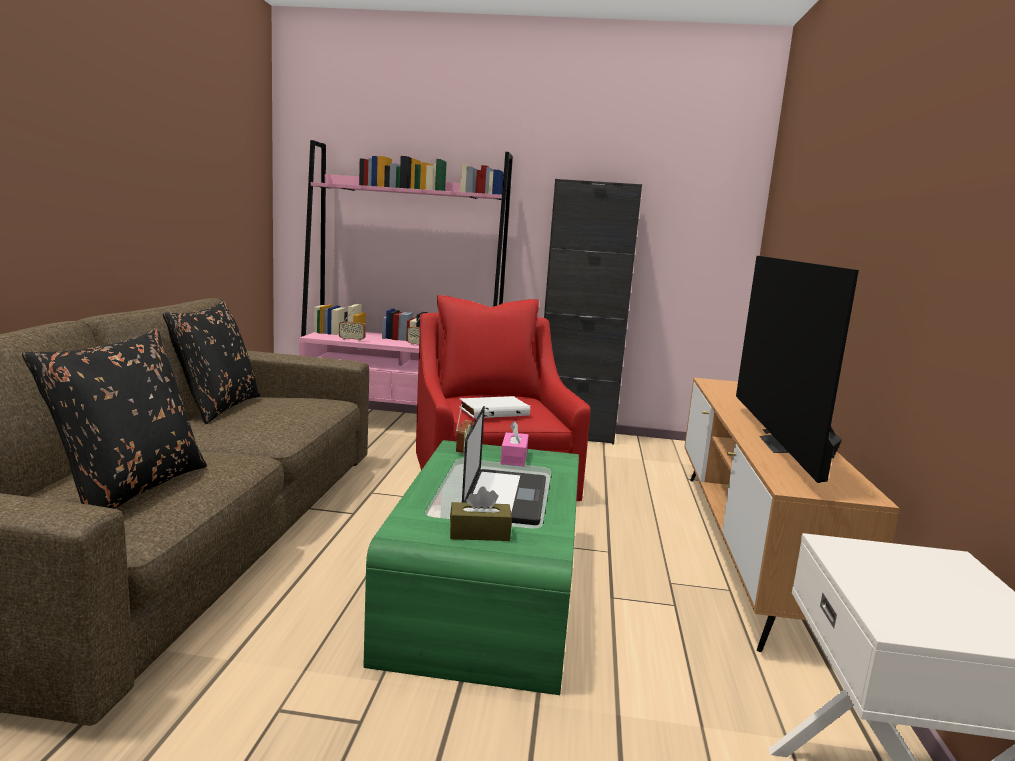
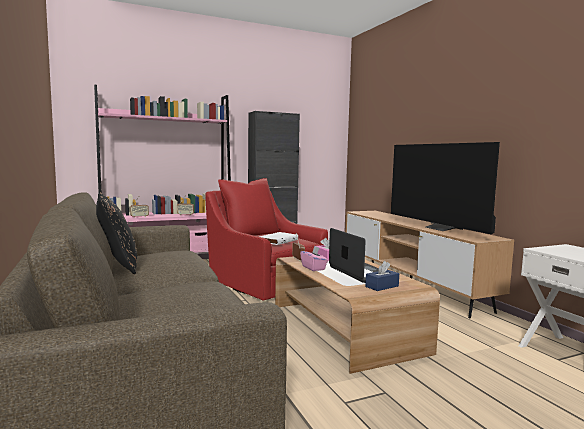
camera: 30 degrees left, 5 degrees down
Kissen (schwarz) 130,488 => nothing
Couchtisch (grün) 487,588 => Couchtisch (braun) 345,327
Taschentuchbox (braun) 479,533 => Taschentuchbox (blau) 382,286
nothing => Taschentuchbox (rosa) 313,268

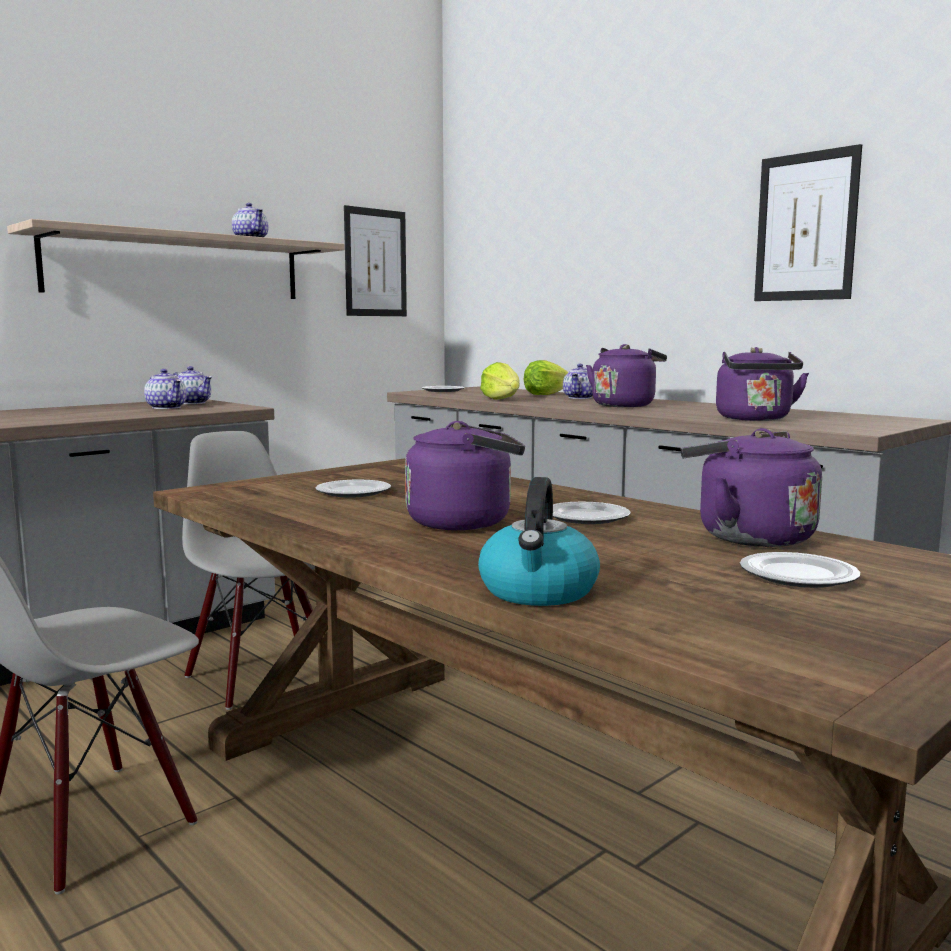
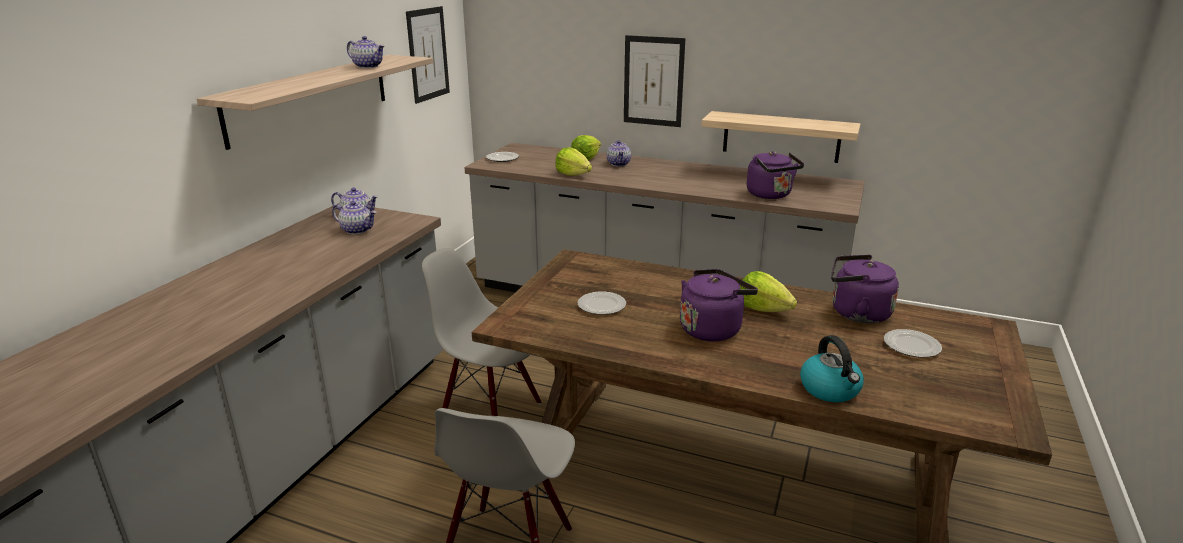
camera: 25 degrees left, 15 degrees up
Bild 806,227 => Bild 653,81, shifted
Wasserkessel (lila) 624,405 => nothing
Teller 586,517 => Salatkopf 763,309
nothing => Wandregal 781,137

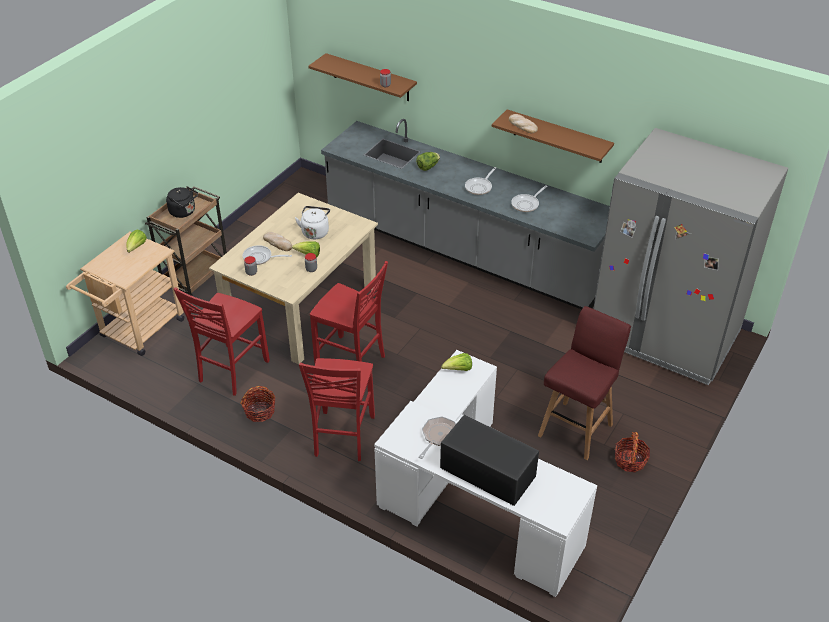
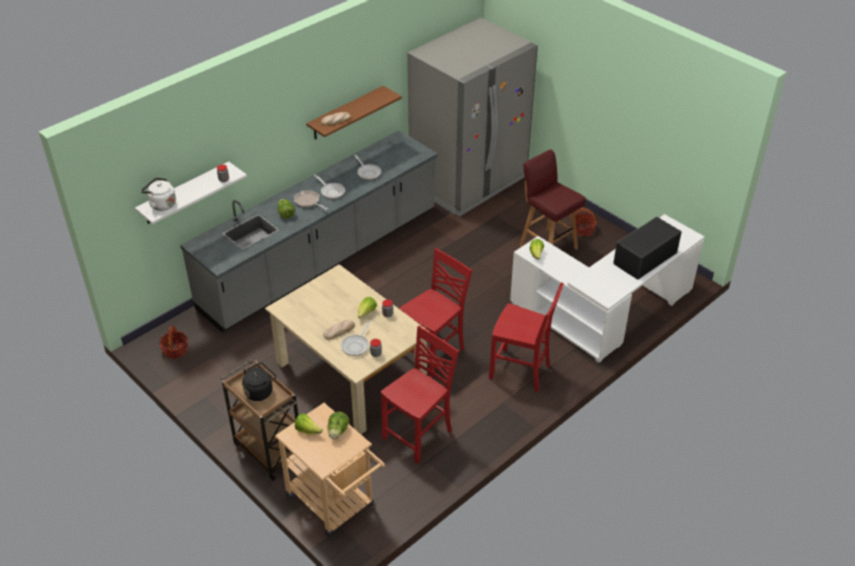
camera: 75 degrees left, 0 degrees up
Wandregal (braun) 370,77 => Wandregal (weiß) 184,193
Wasserkessel (weiß) 315,232 => Wasserkessel (weiß) 161,204, shifted
Stuhl (rot) 231,371 => Stuhl (rot) 419,435, 90 degrees counterclockwise
Korb 260,411 => Korb 175,350, shifted
Pfanne 438,436 => Pfanne 308,202, shifted
nothing => Salatkopf 338,431

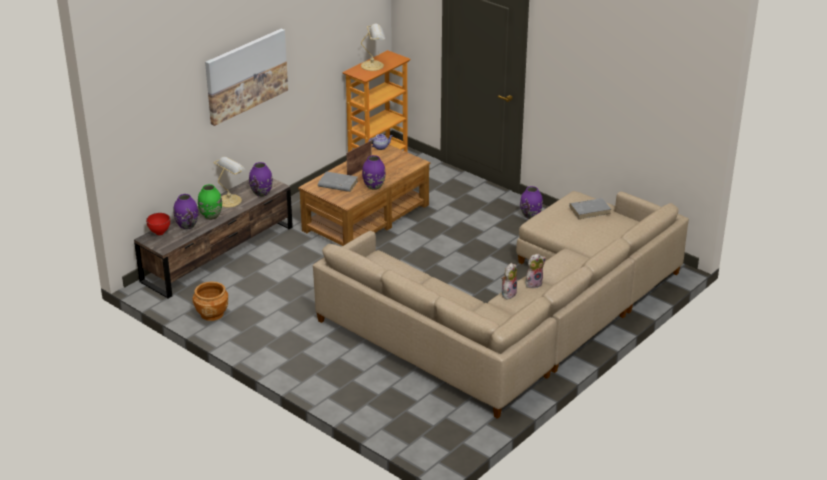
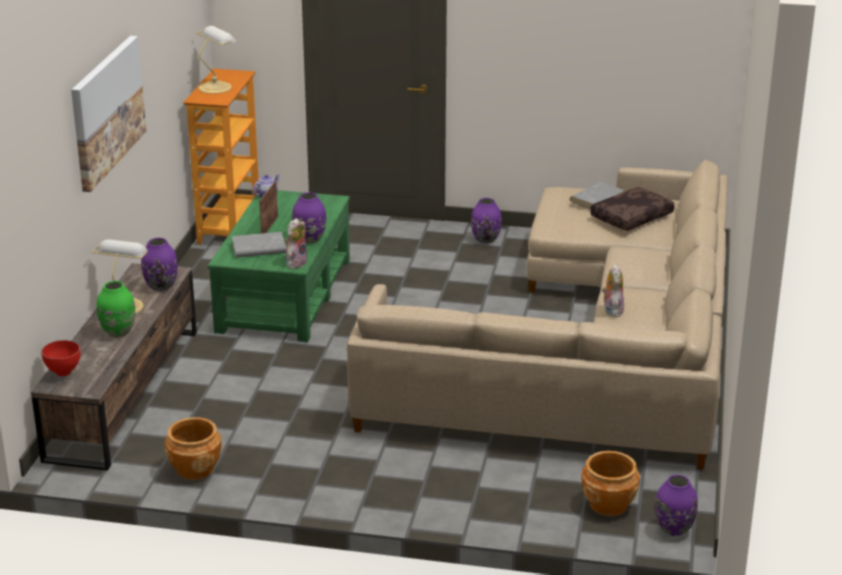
camera: 30 degrees left, 5 degrees down
Couchtisch (braun) 365,217 => Couchtisch (grün) 283,295
Vase (lila) 187,225 => Vase (lila) 673,529, shifted
Plüschtier 533,283 => Plüschtier 296,263, shifted
nothing => Kissen (braun) 631,217
nothing => Pflanzkübel (braun) 608,504

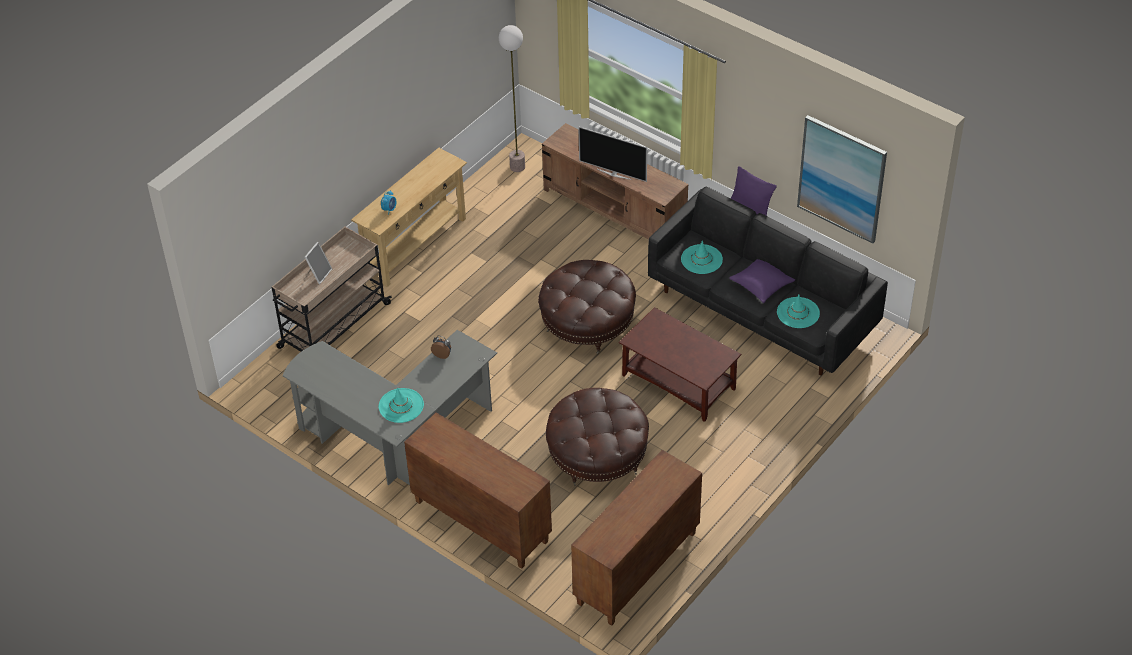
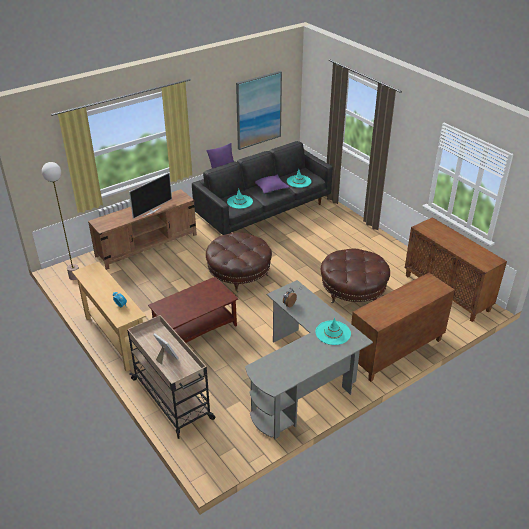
camera: 75 degrees left, 10 degrees down
Couchtisch (braun) 679,382 => Couchtisch (braun) 196,329, shifted

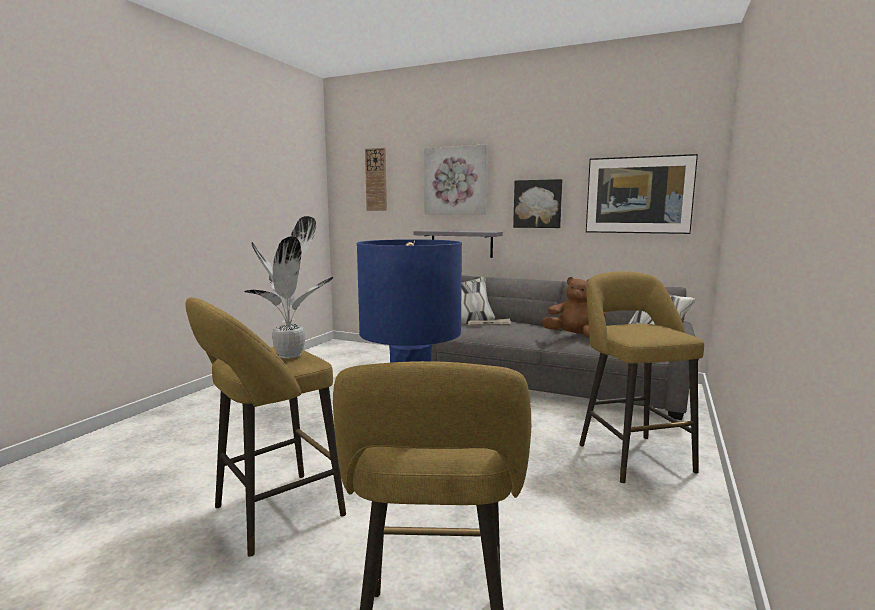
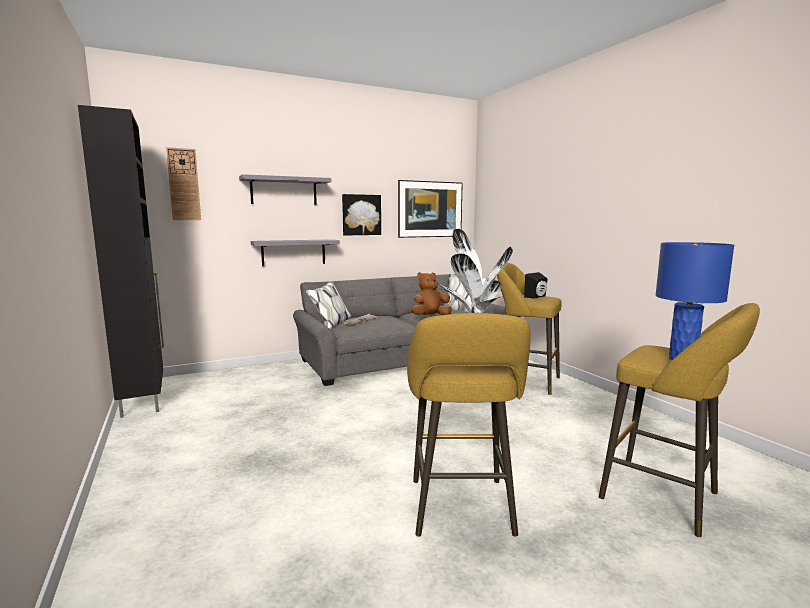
camera: 50 degrees left, 0 degrees up
Bild 455,180 => Wandregal (grau) 284,191
nothing => Schrank (schwarz) 143,400
nothing => Lautsprecher (schwarz) 536,297

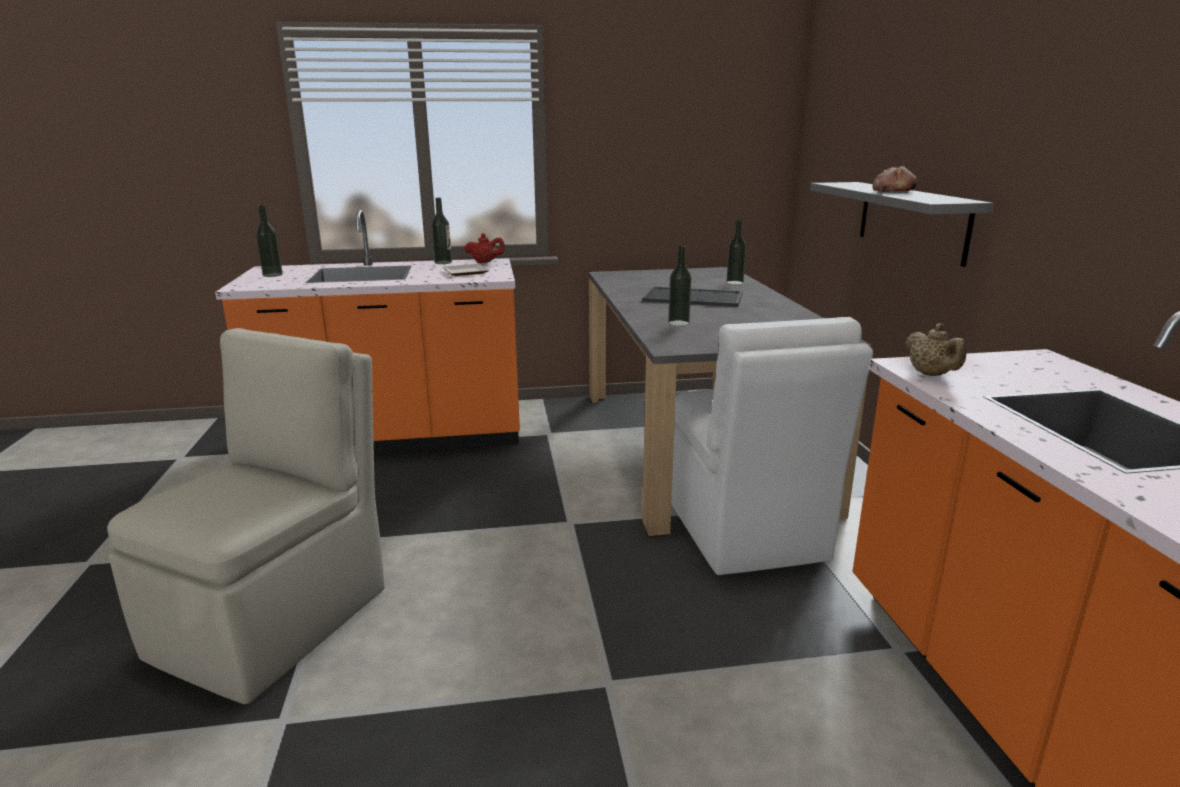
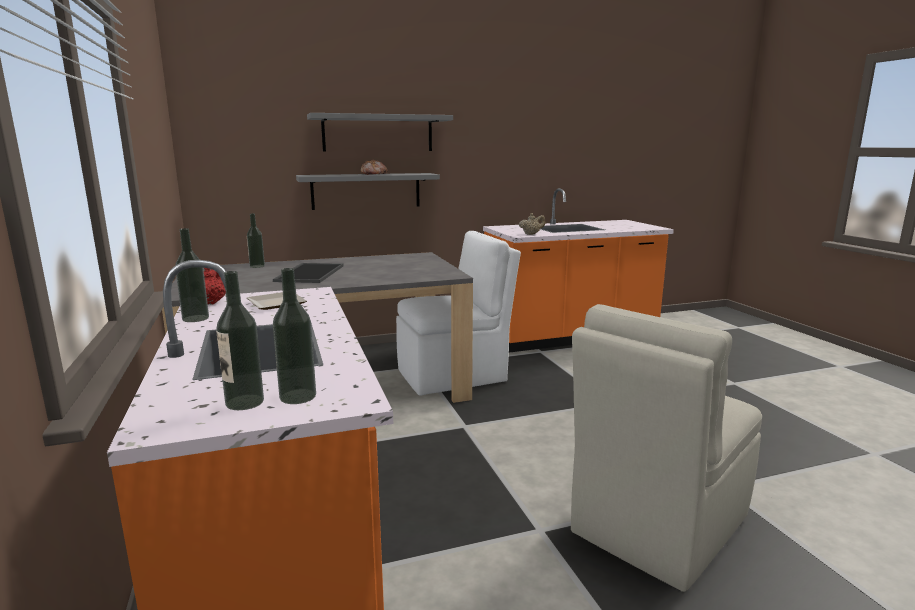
camera: 100 degrees left, 5 degrees down
Flasche 678,323 => Flasche 298,396, shifted
Stuhl (beige) 277,618 => Stuhl (beige) 656,526, 60 degrees counterclockwise
nothing => Wandregal (grau) 378,133

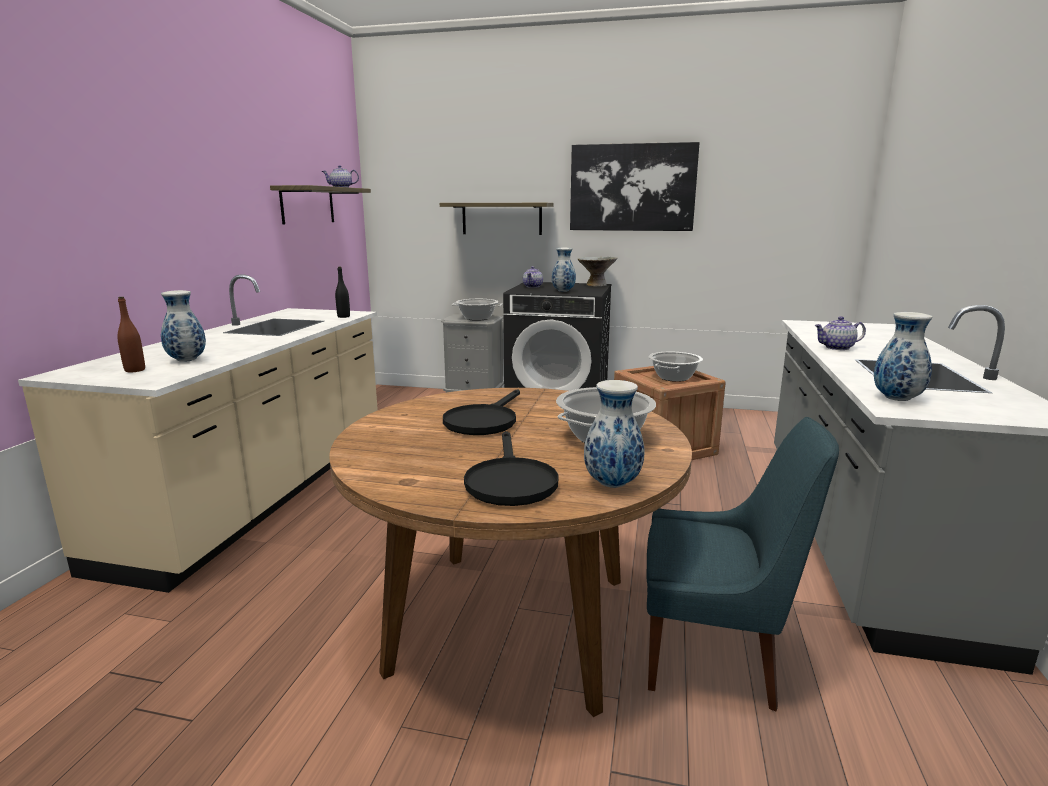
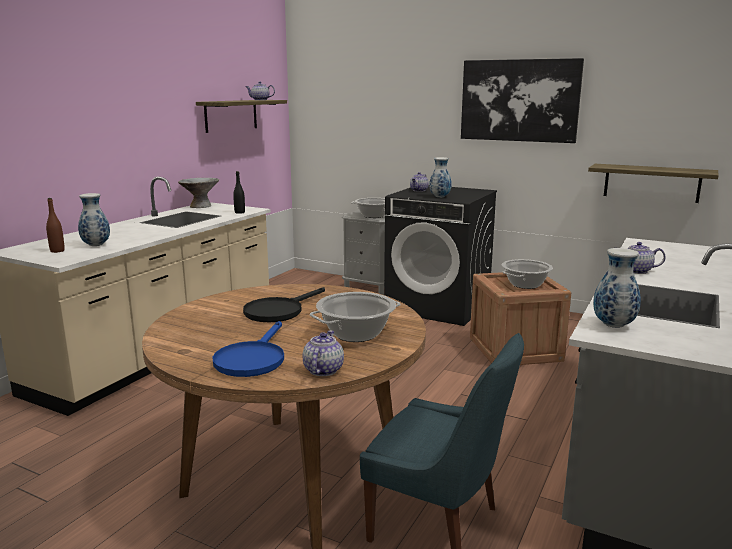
camera: 15 degrees right, 0 degrees up
Wandregal 501,218 => Wandregal 651,183, shifted
Schüssel (grau) 596,285 => Schüssel (grau) 200,206, shifted
Vase 612,484 => Teekanne 323,370
Pfanne (schwarz) 509,481 => Pfanne (blau) 252,359

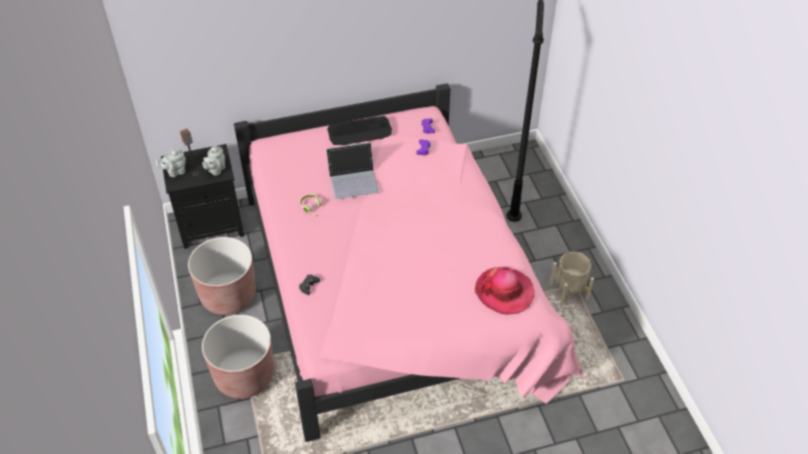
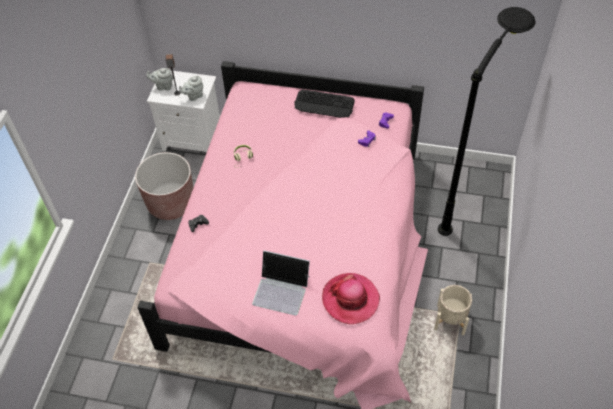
camera: 30 degrees right, 5 degrees up
Laptop 353,180 => Laptop 281,289, shifted
Nachttisch (schwarz) 212,224 => Nachttisch (weiß) 194,139
Pflanzkübel (braun) 244,375 => nothing

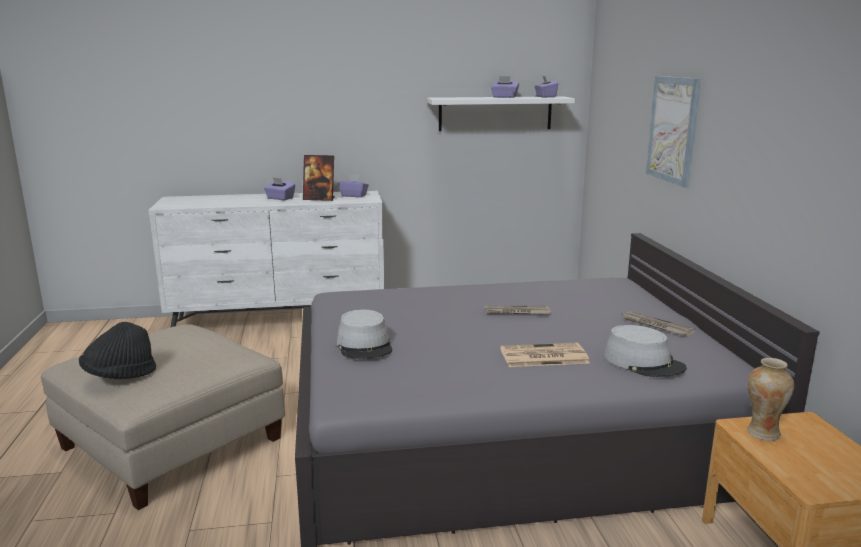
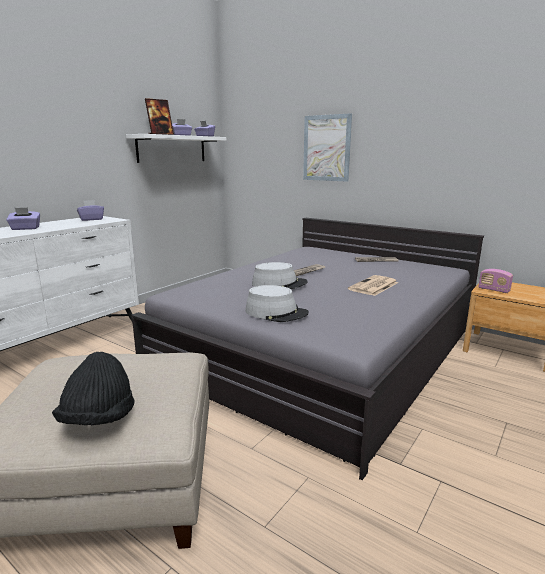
camera: 45 degrees left, 0 degrees up
Bilderrahmen 319,199 => Bilderrahmen 160,134, shifted
Hut (grau) 643,362 => Hut (grau) 279,284, shifted
Vase 762,433 => Radio 493,290

